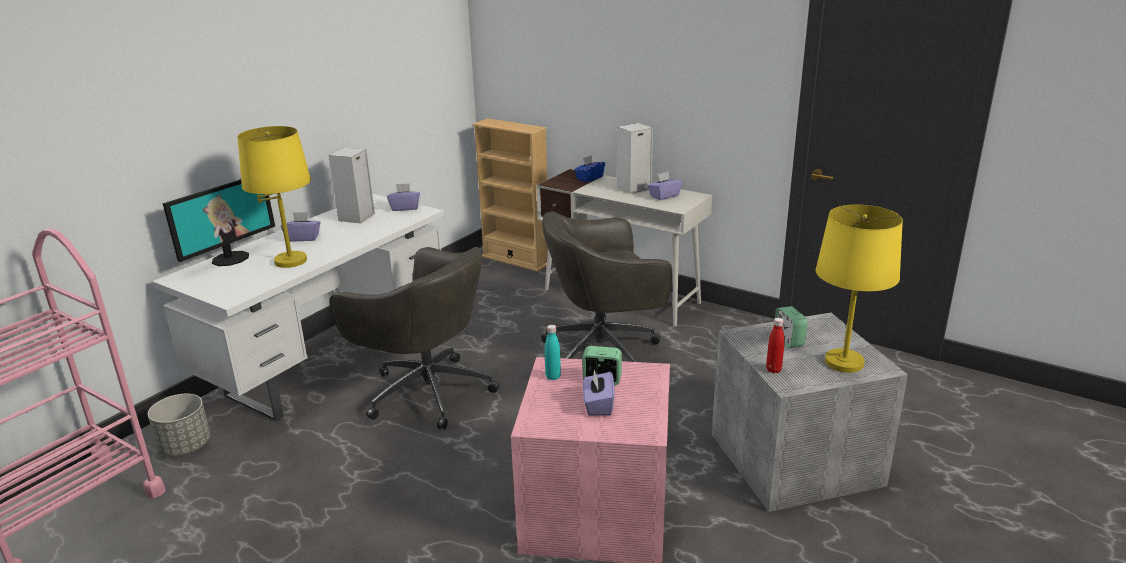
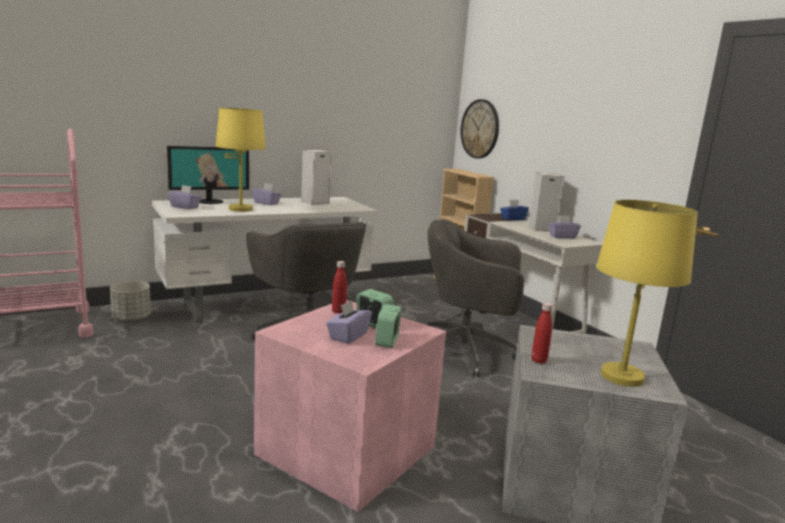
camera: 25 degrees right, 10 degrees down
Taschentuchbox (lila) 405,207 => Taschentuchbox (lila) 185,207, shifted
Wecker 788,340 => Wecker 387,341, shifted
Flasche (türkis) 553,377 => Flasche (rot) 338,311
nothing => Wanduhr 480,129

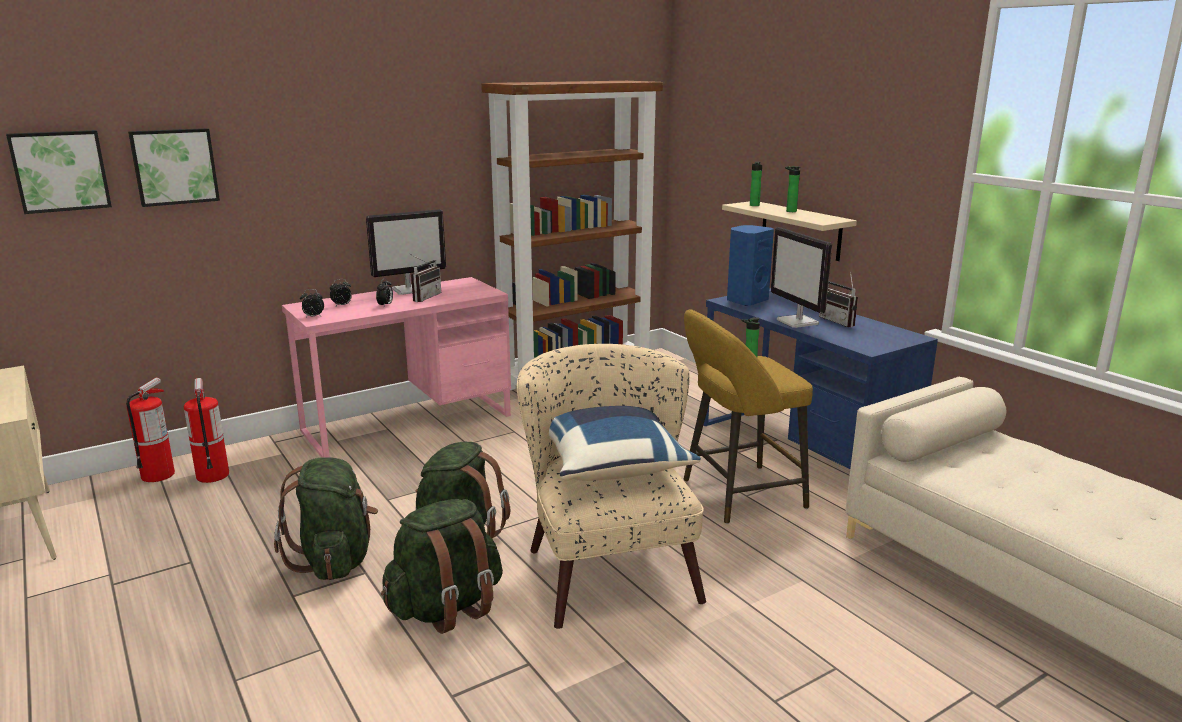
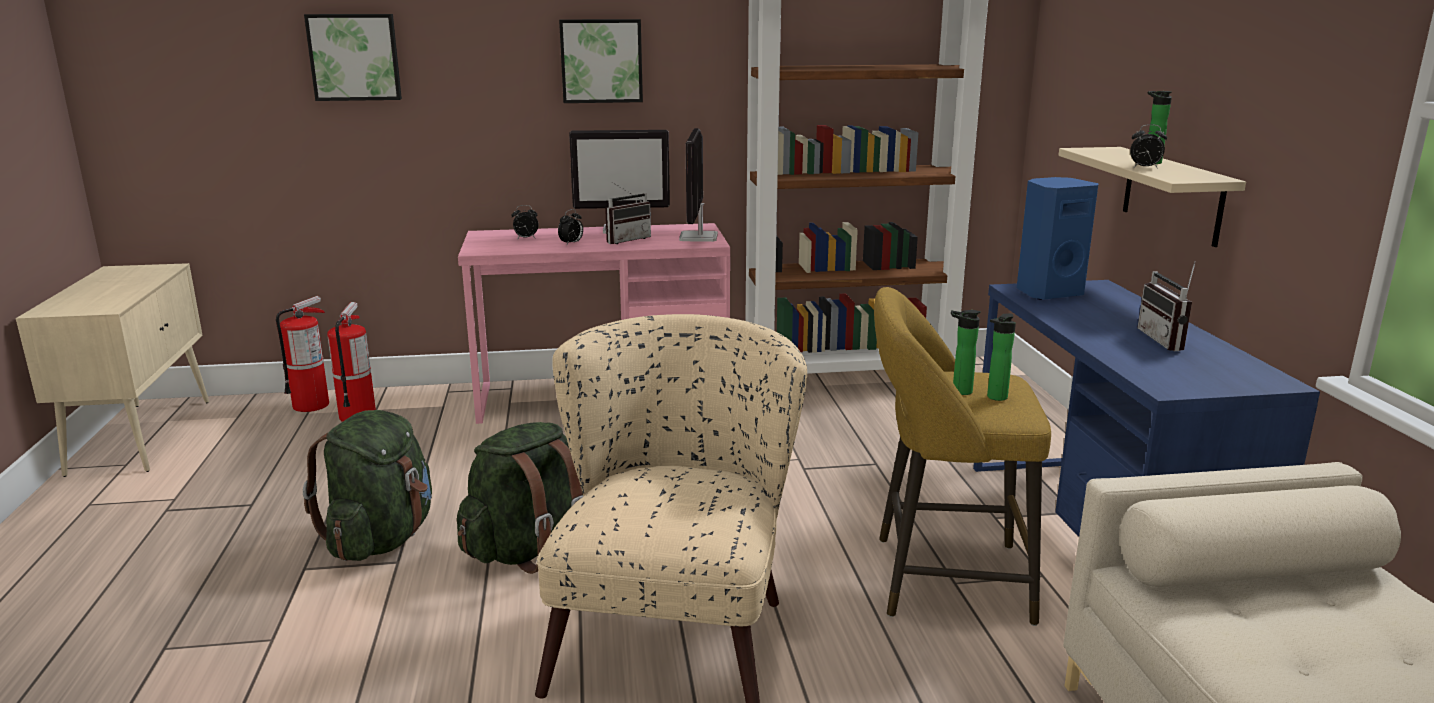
camera: 25 degrees right, 0 degrees up
Bild 60,171 => Bild 601,61, shifted
Flasche 754,205 => Flasche 995,398, shifted
Monitor 798,322 => Monitor 698,238, shifted
Wecker 313,317 => Wecker 1144,168, shifted
Kissen (blau) 613,466 => nothing
Rucksack (grün) 446,607 => nothing

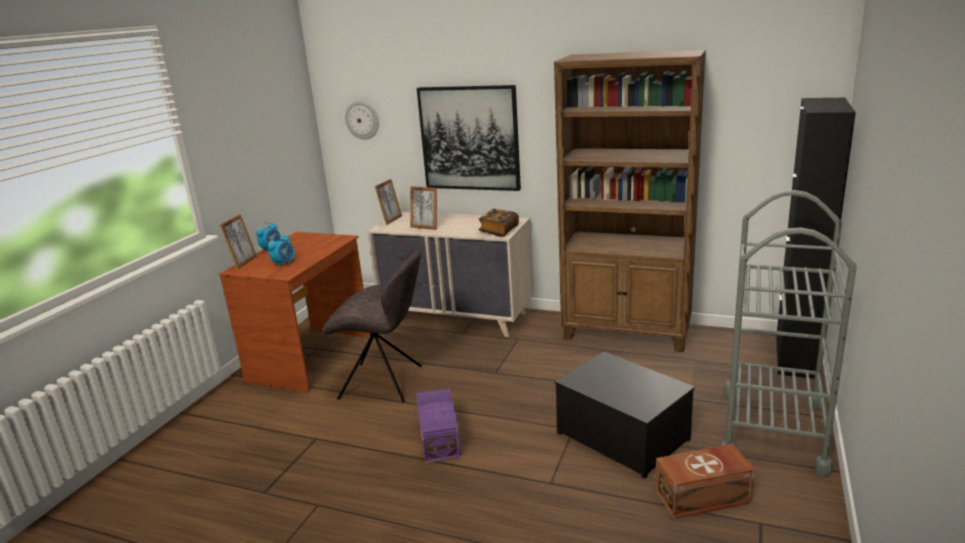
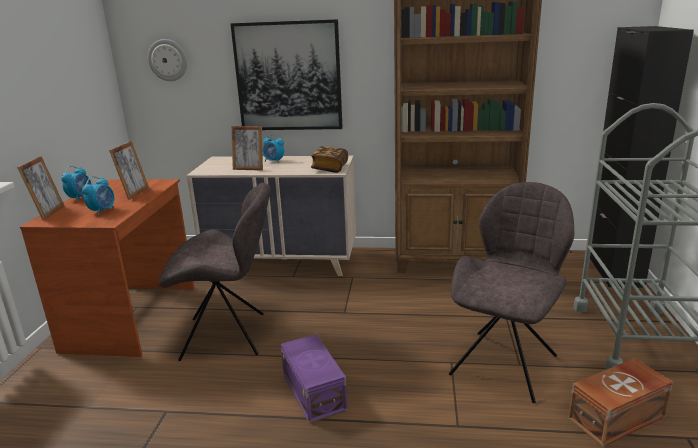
camera: 15 degrees left, 0 degrees up
Bilderrahmen 390,220 => Bilderrahmen 134,193, shifted
Aufbewahrungsbox 624,436 => Stuhl (grau) 505,363
nothing => Wecker 274,161

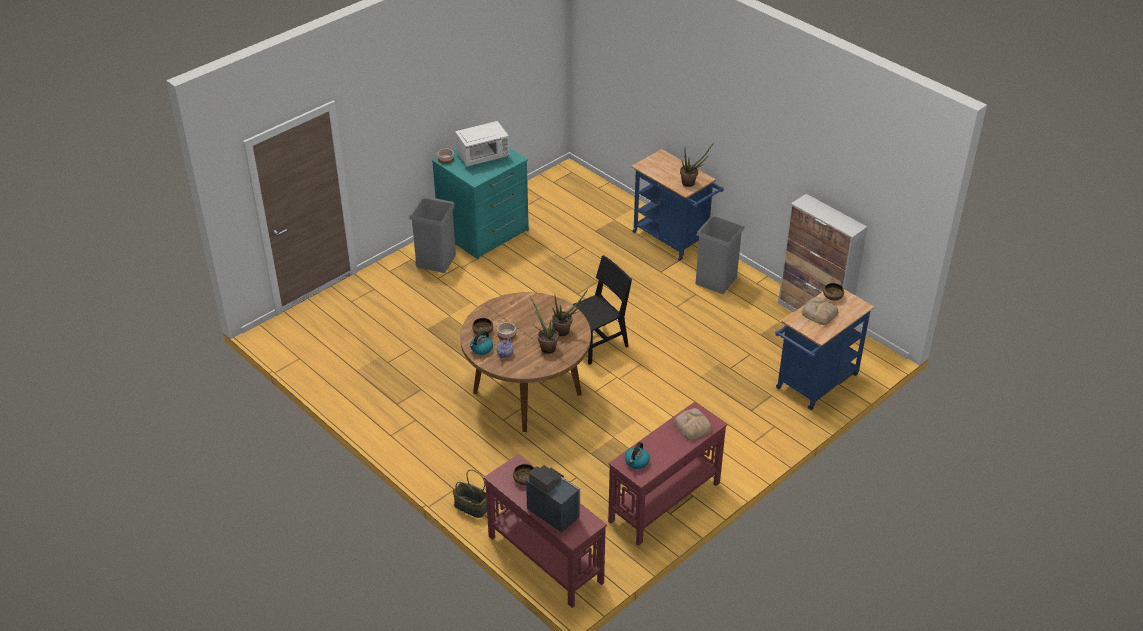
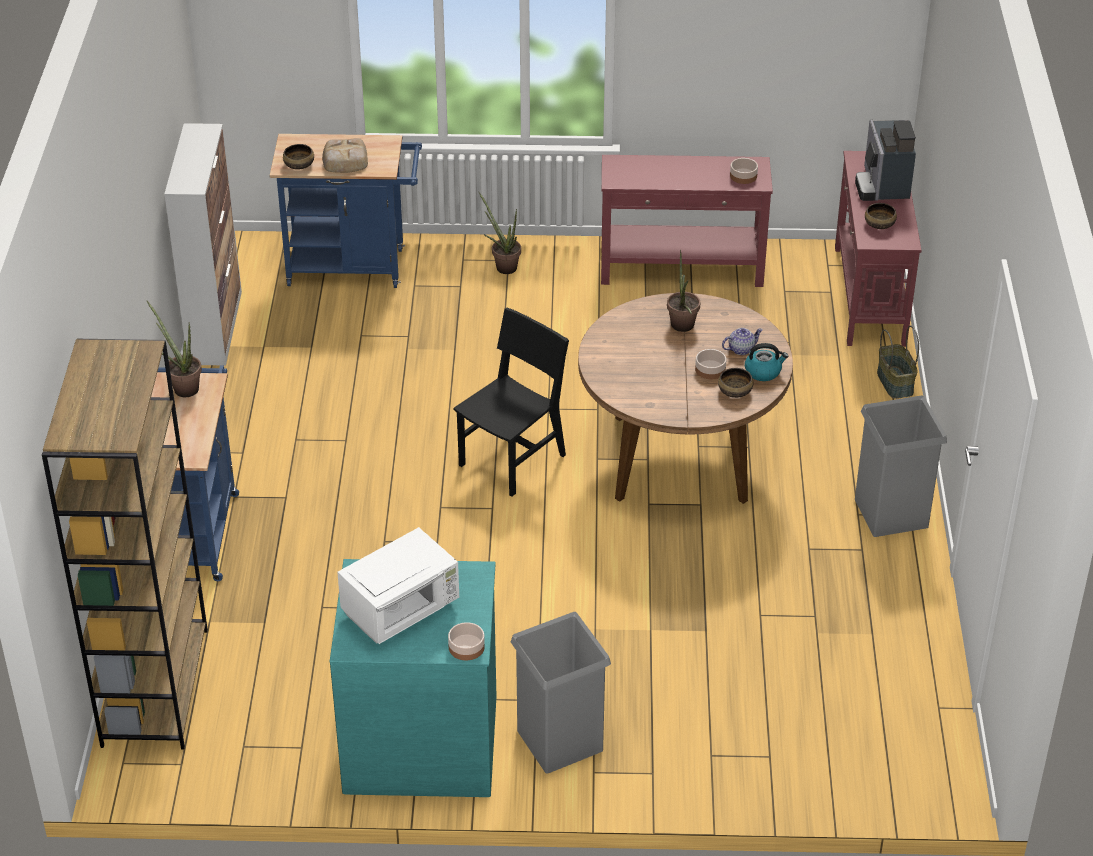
camera: 135 degrees left, 0 degrees up
Mikrowelle (weiß) 483,156 => Mikrowelle (weiß) 402,610, 120 degrees clockwise
Mülleimer (grau) 716,280 => Mülleimer (grau) 891,513, shifted
Stuhl (schwarz) 597,344 => Stuhl (schwarz) 512,460, 120 degrees clockwise
Topfpflanze 565,331 => Topfpflanze 503,266, shifted
Brot 692,426 => nothing
Wasserkessel 636,462 => Schüssel 743,176
nothing => Bücherregal (braun) 154,686

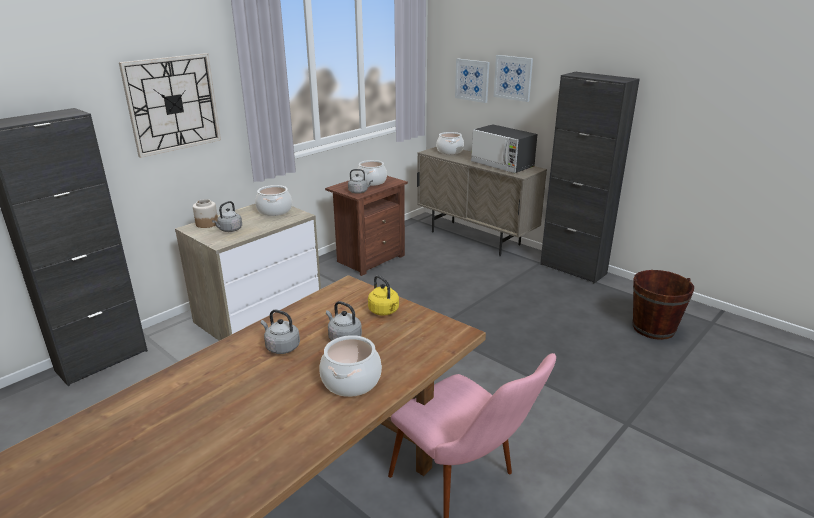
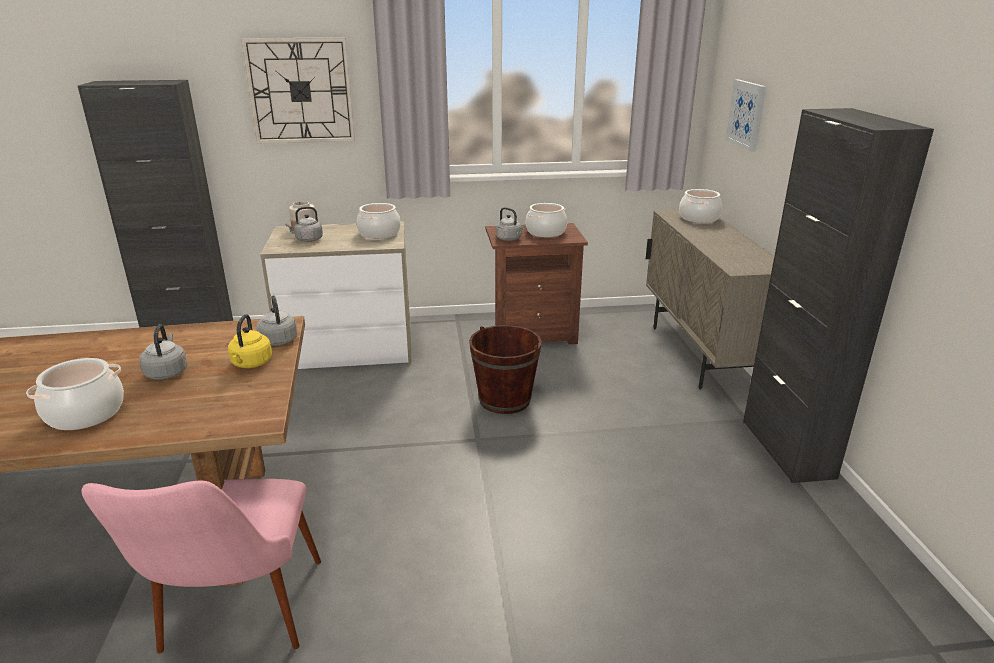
camera: 40 degrees right, 0 degrees up
Bild 513,78 => nothing
Mikrowelle 502,165 => nothing
Eimer (braun) 653,328 => Eimer (braun) 504,400, shifted
Wasserkessel (grau) 281,347 => Wasserkessel (grau) 278,340, shifted

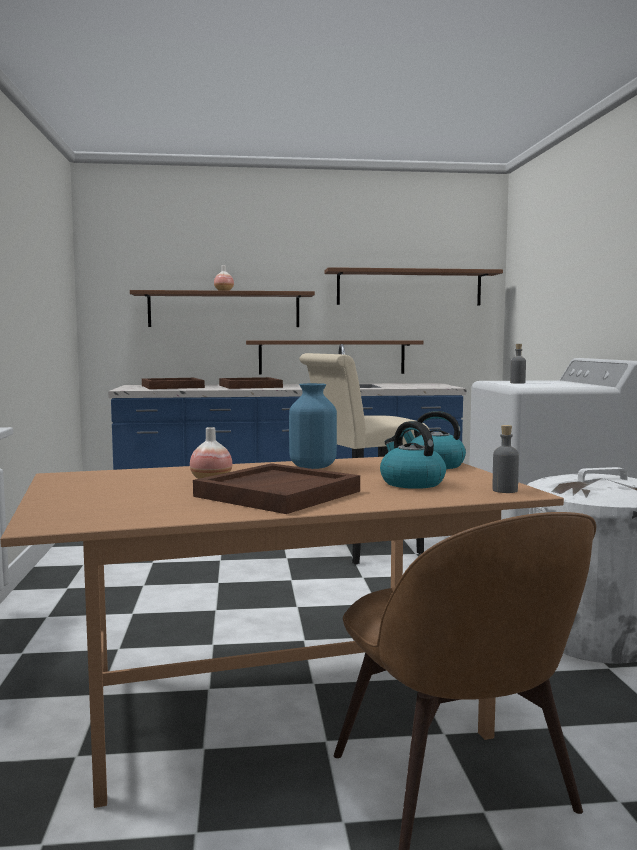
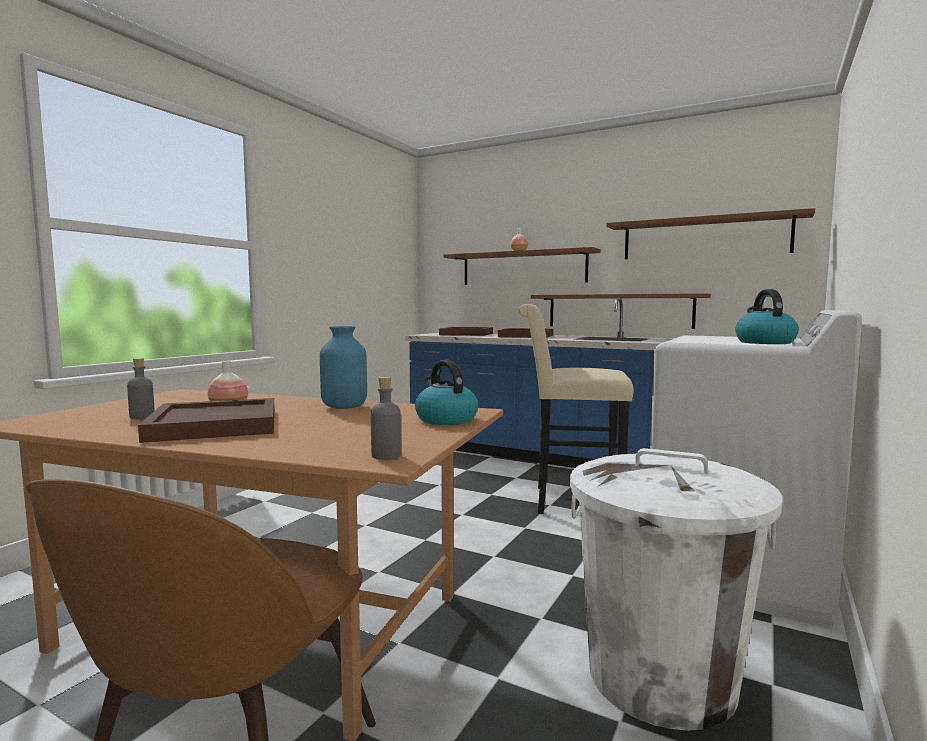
camera: 35 degrees right, 0 degrees up
Flasche (grau) 517,383 => Flasche (grau) 142,417, shifted
Wasserkessel 411,483 => Wasserkessel 764,342, shifted

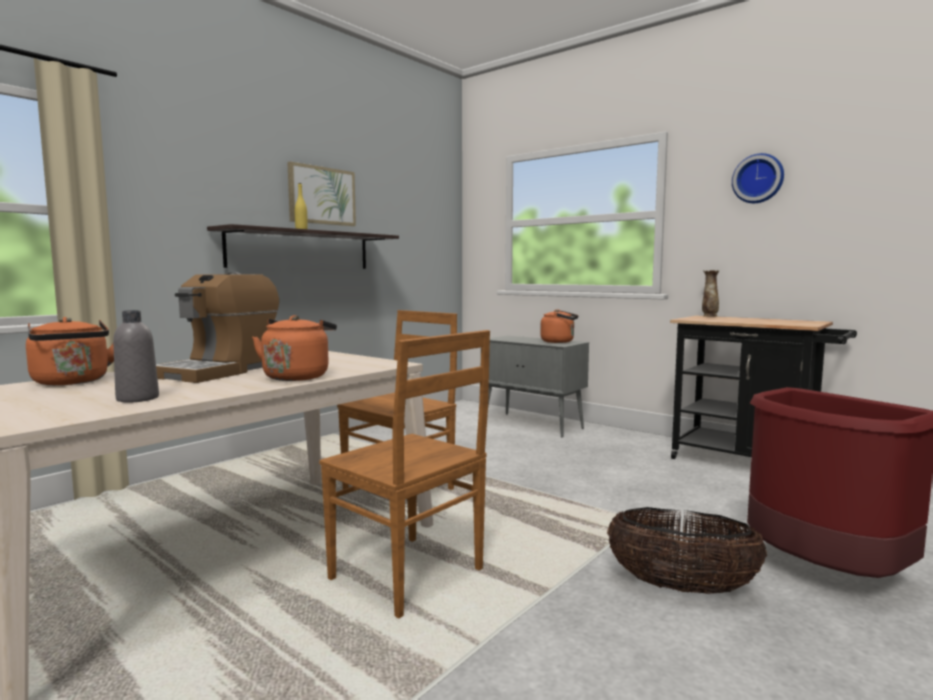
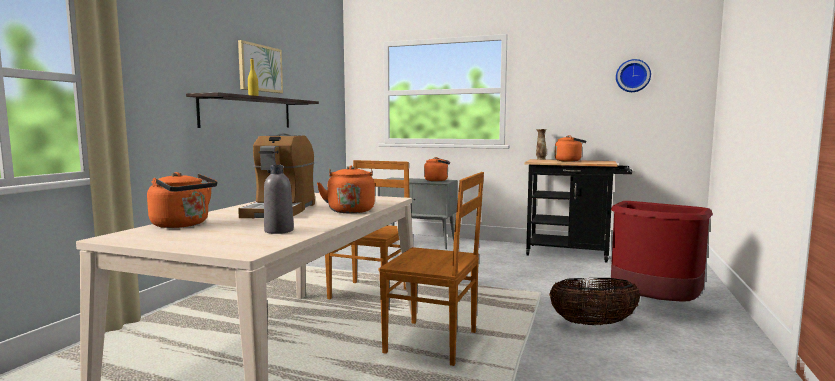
camera: 20 degrees left, 0 degrees up
Wanduhr 758,179 => Wanduhr 632,76, shifted
nothing => Wasserkessel (orange) 569,161

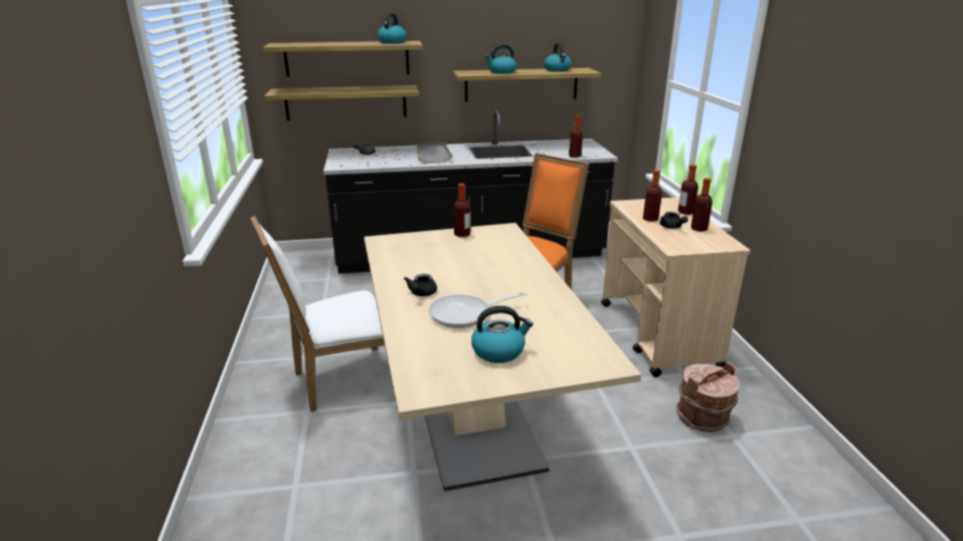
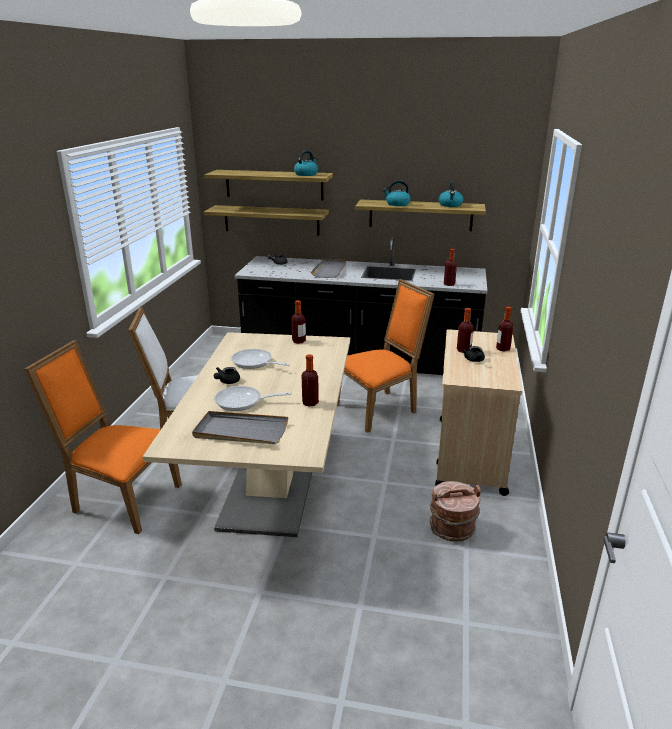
camera: 20 degrees right, 0 degrees up
Flasche 699,229 => Flasche 310,403, shifted
Wasserkessel 499,351 => Tablett (grau) 240,431
nothing => Stuhl (orange) 121,499
nothing => Pfanne 254,363

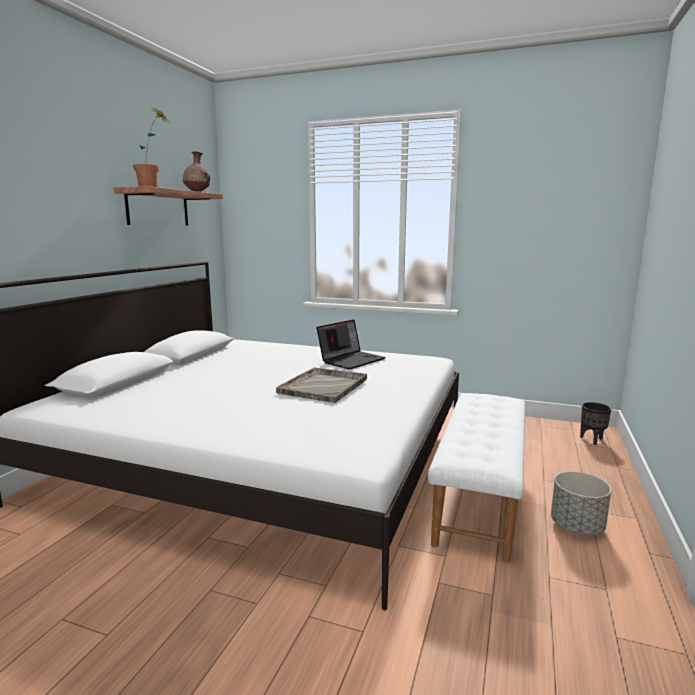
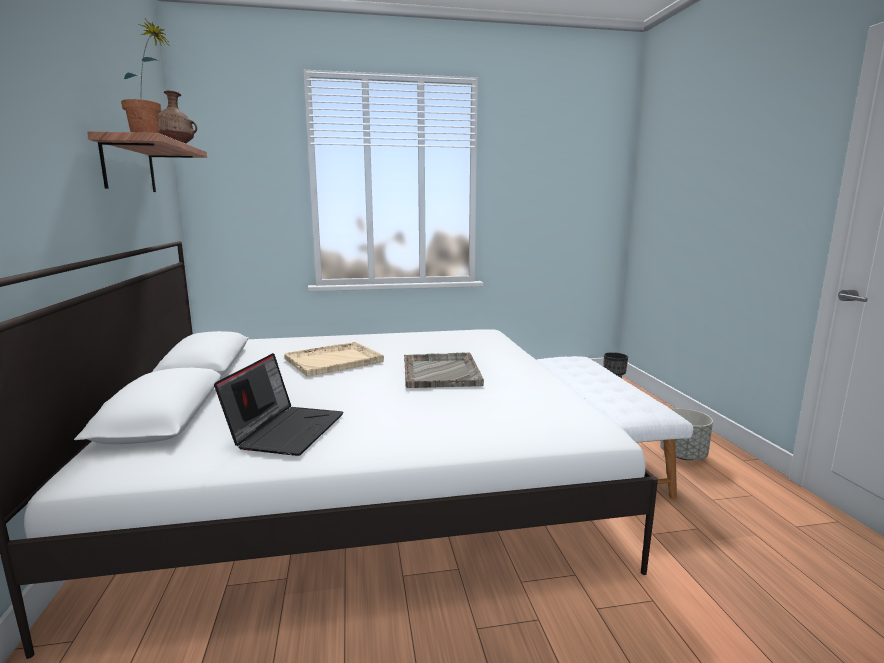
camera: 30 degrees left, 0 degrees up
Laptop 351,360 => Laptop 286,430, shifted
nothing => Tablett (beige) 335,360

